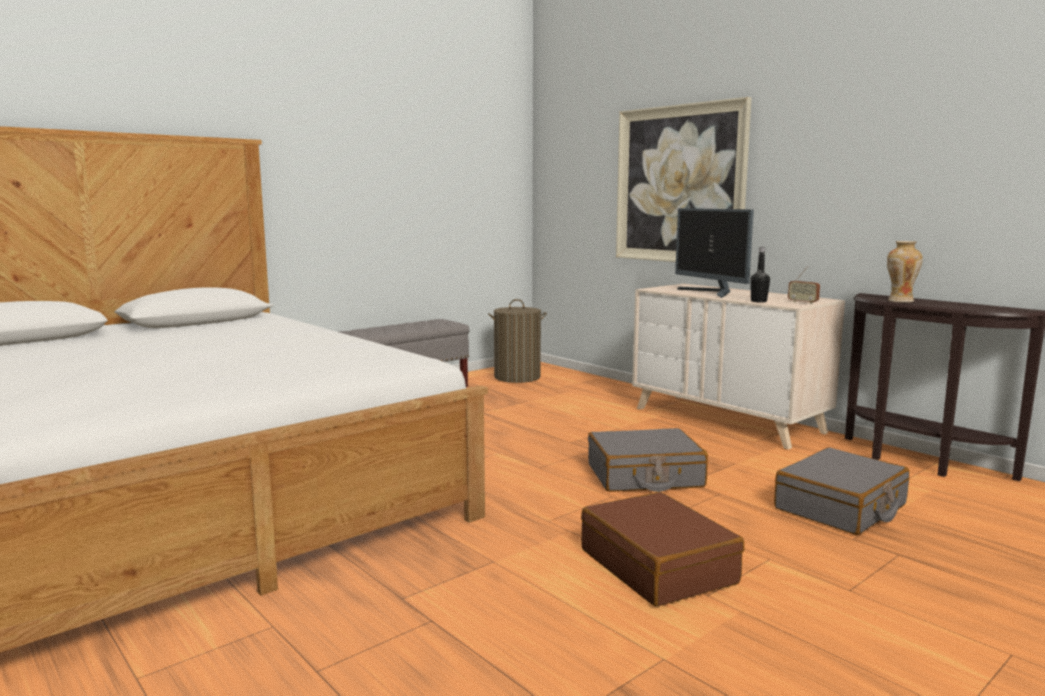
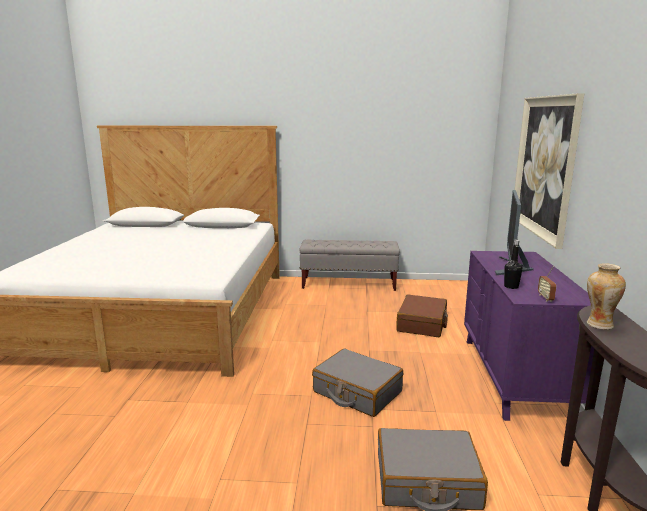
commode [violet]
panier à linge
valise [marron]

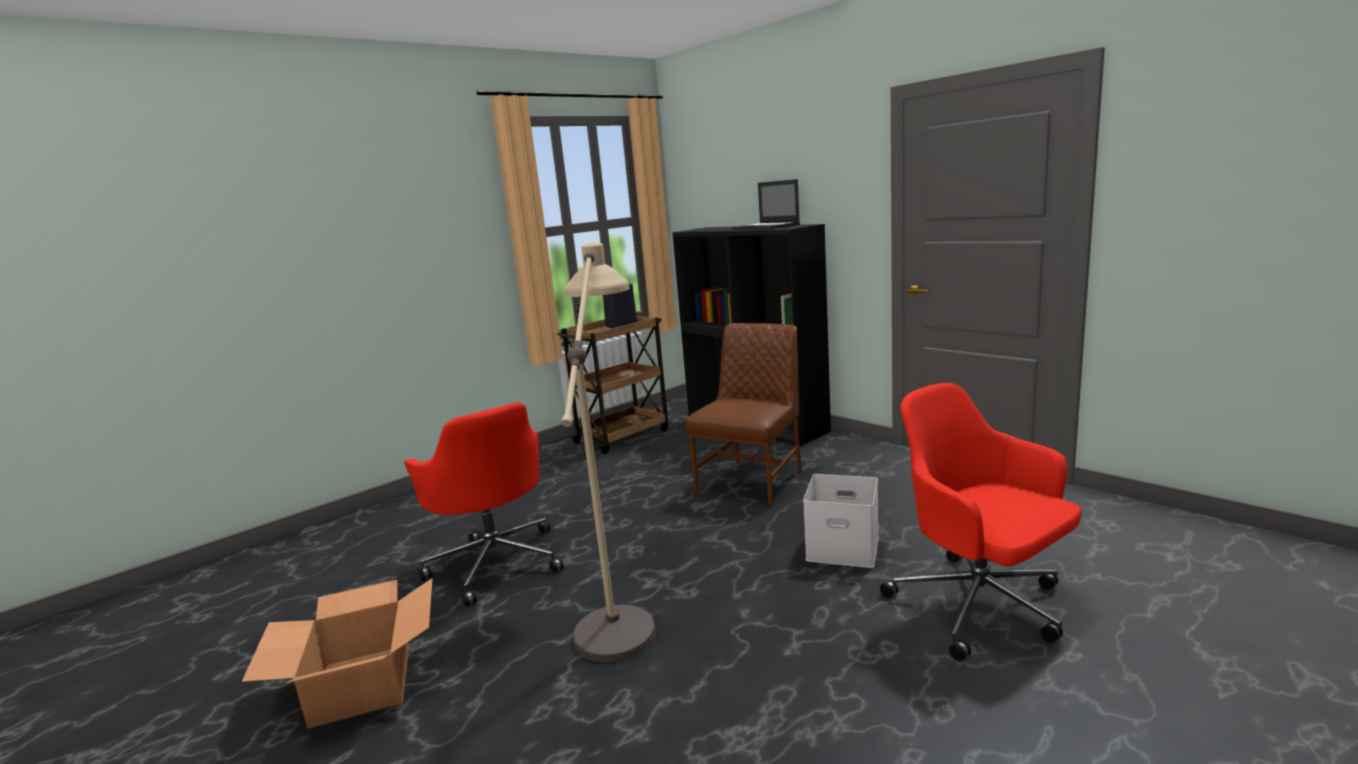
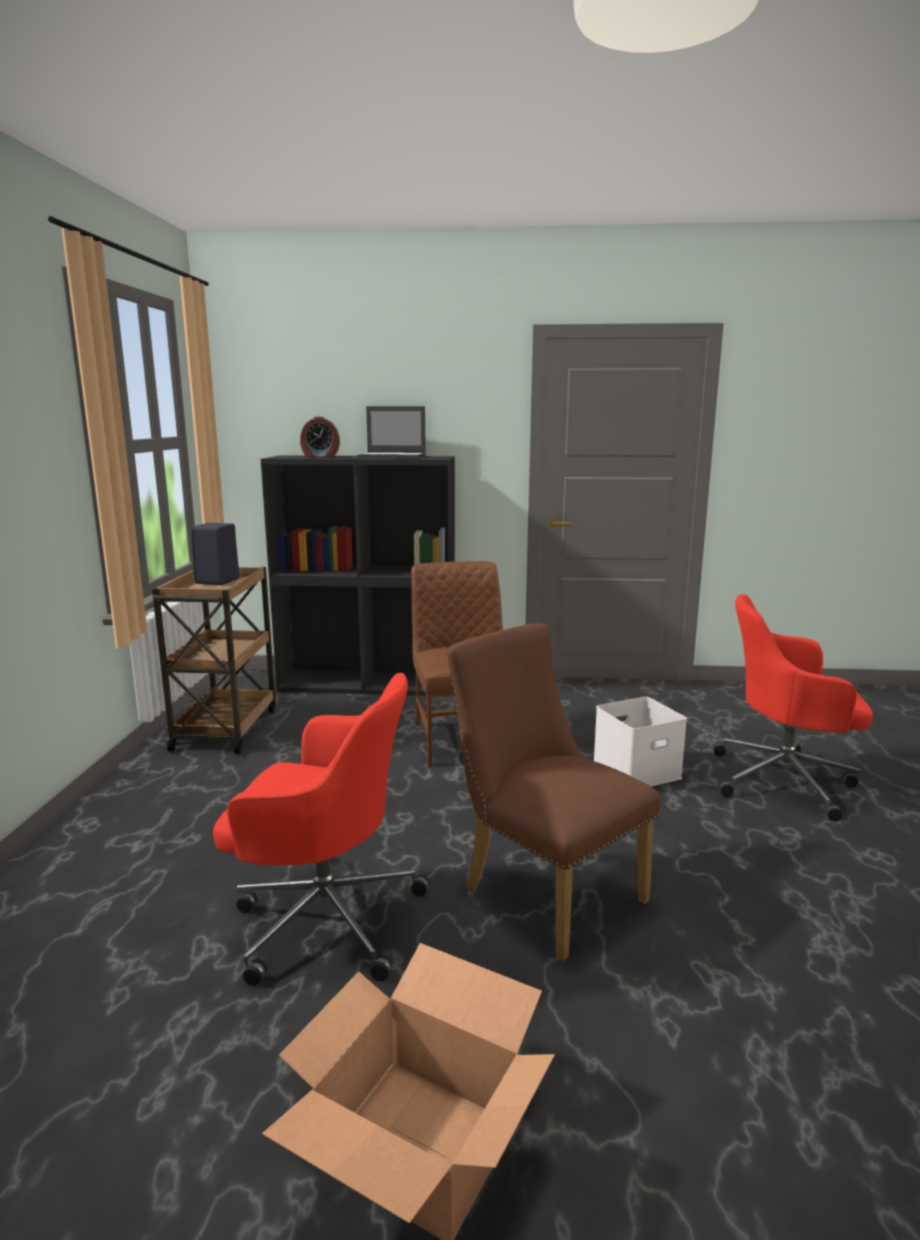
chaise [marron] (no. 2 from left)
réveil

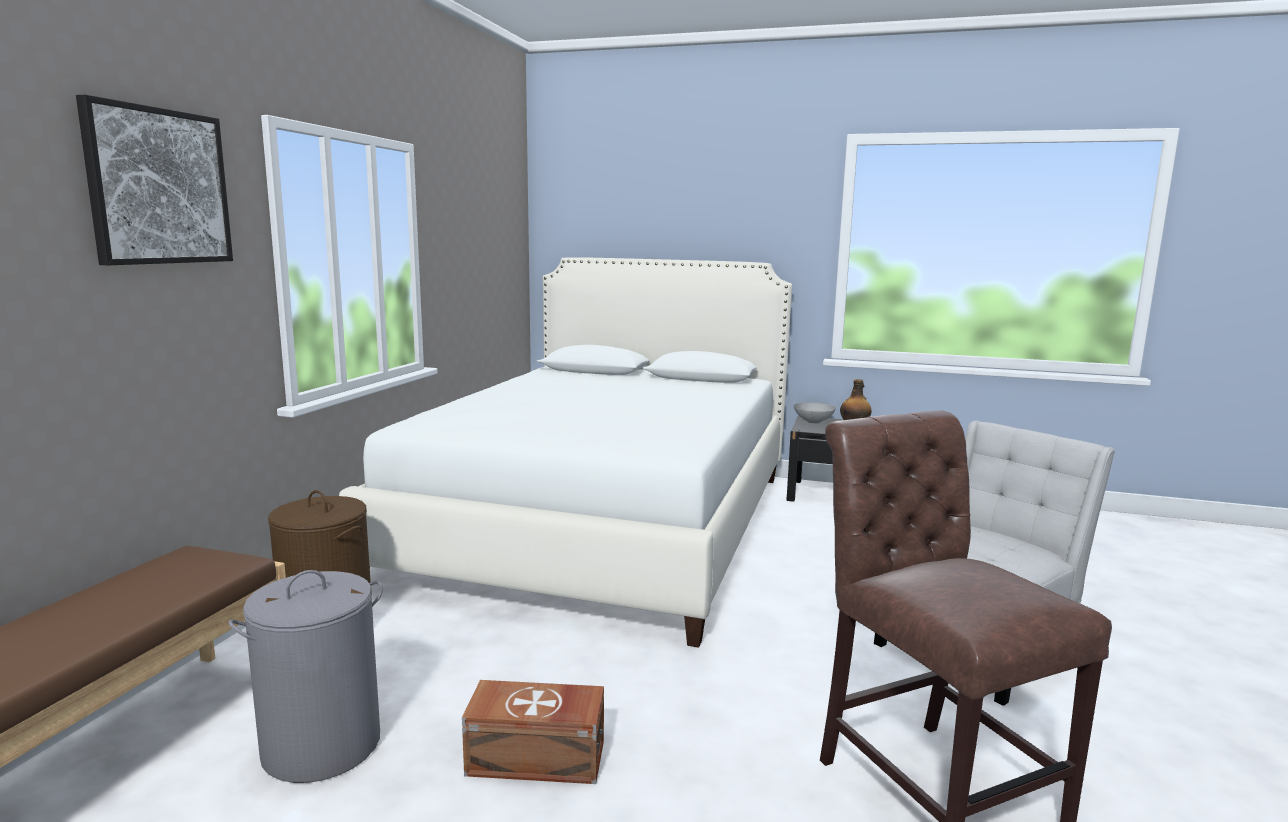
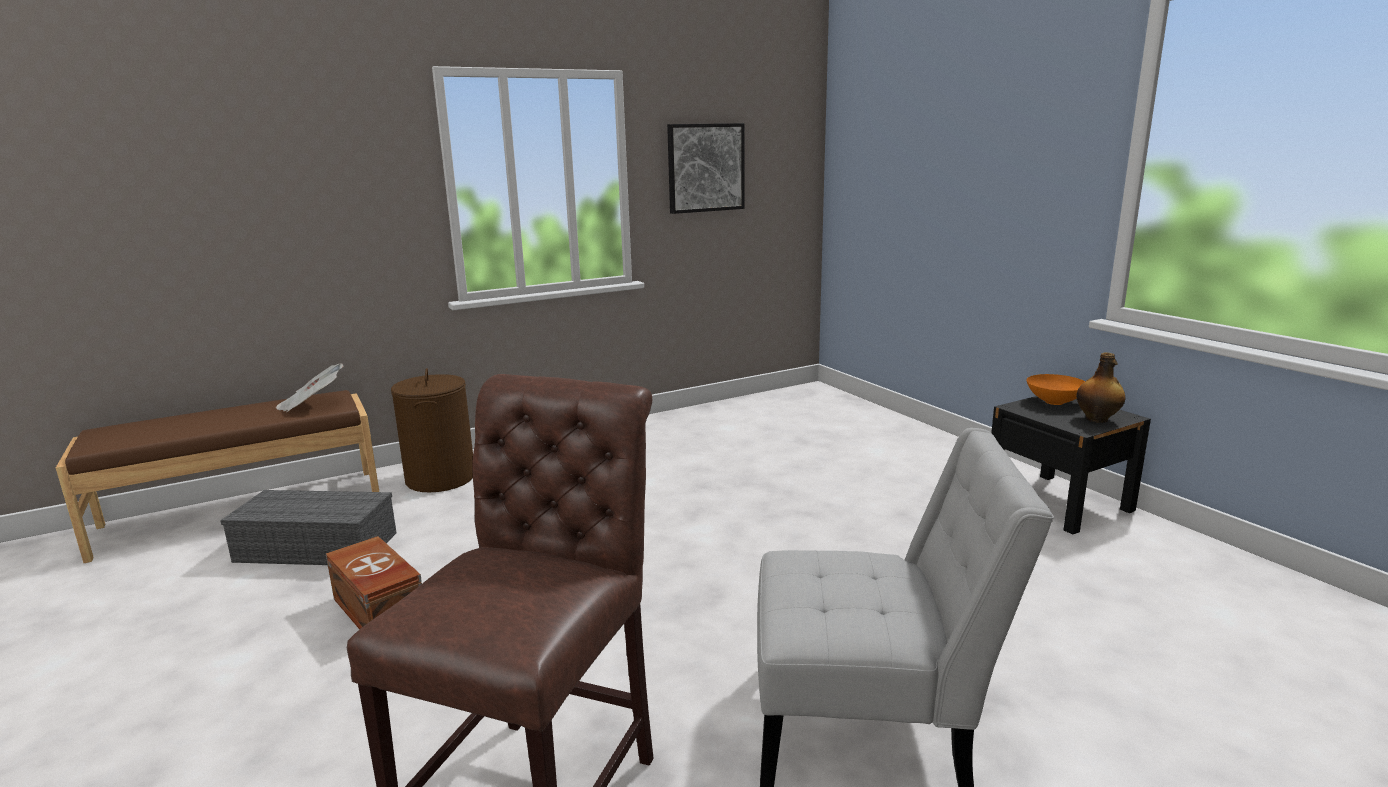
tableau
lit [blanc]
bol [orange]
boîte de rangement [gris]
journal

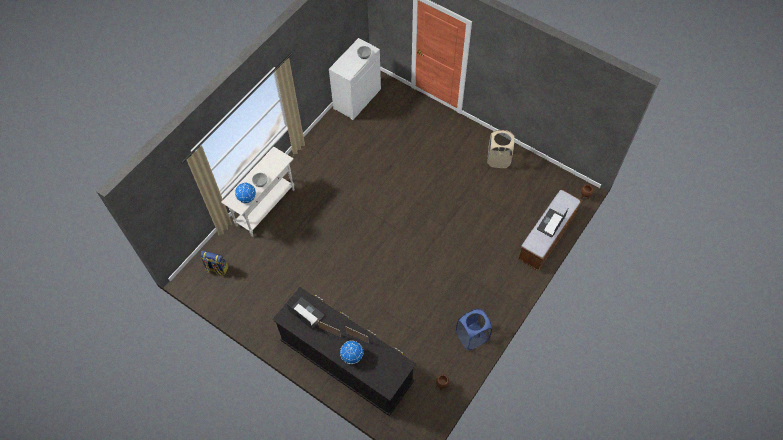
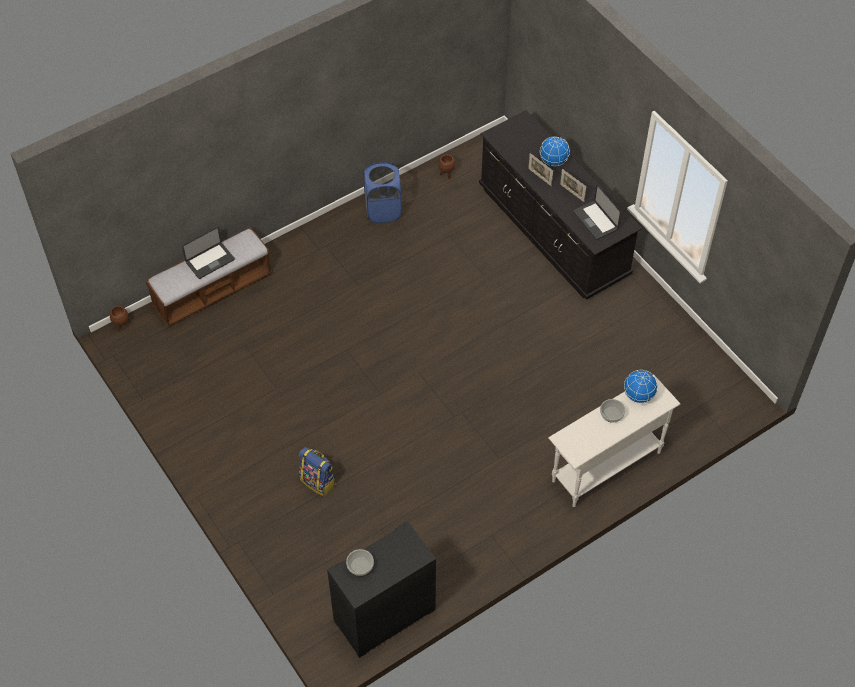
meuble de rangement [noir]
panier à linge [beige]
sac à dos

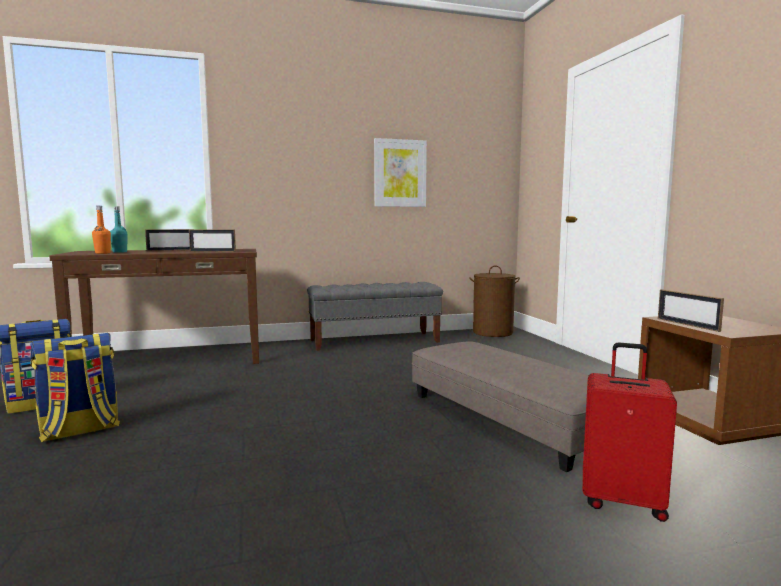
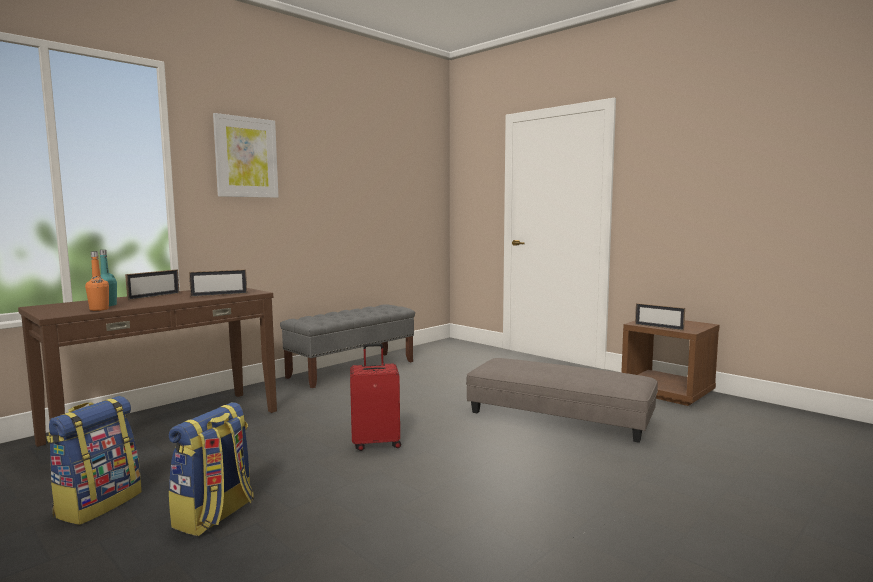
tableau
panier à linge [marron]
valise [rouge]

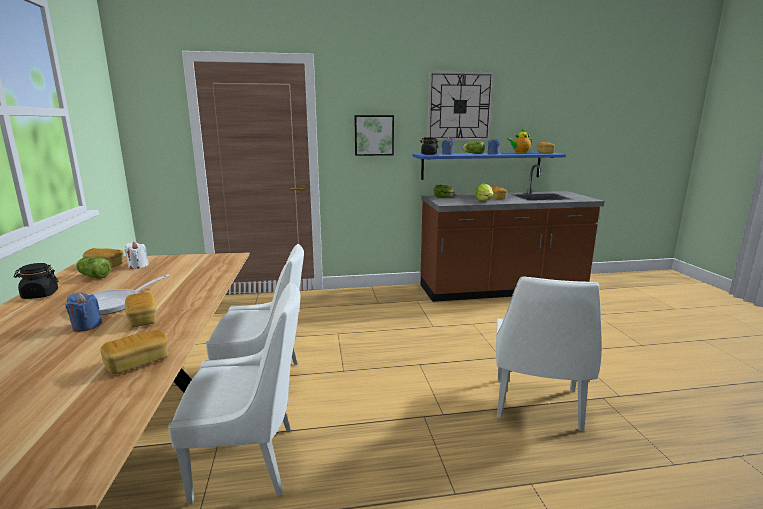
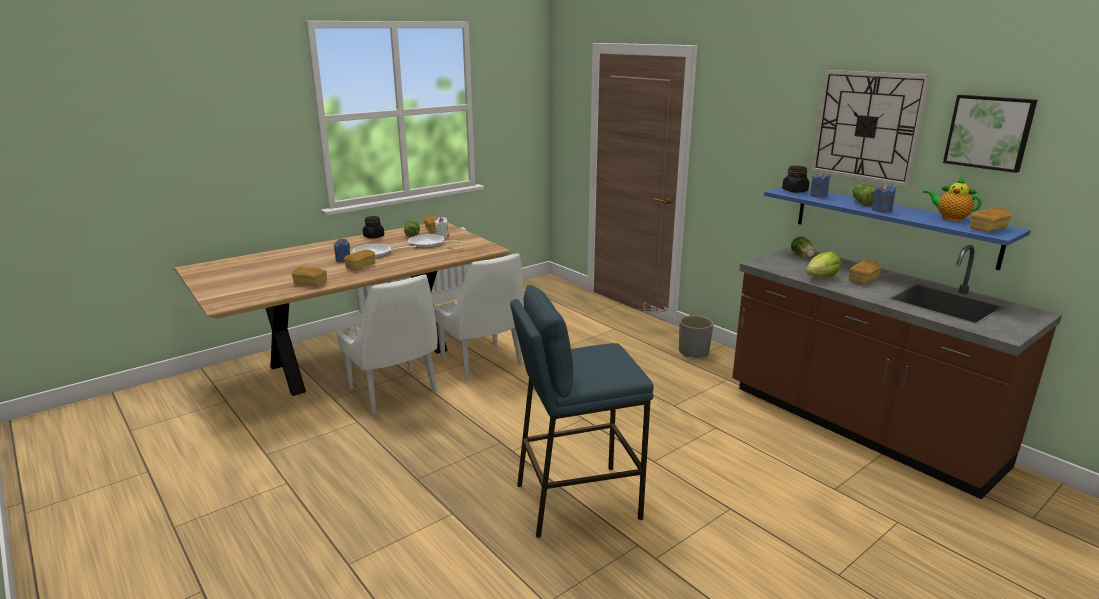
tableau
tabouret [bleu]
poêle (no. 2 from left)
cache-pot [gris]

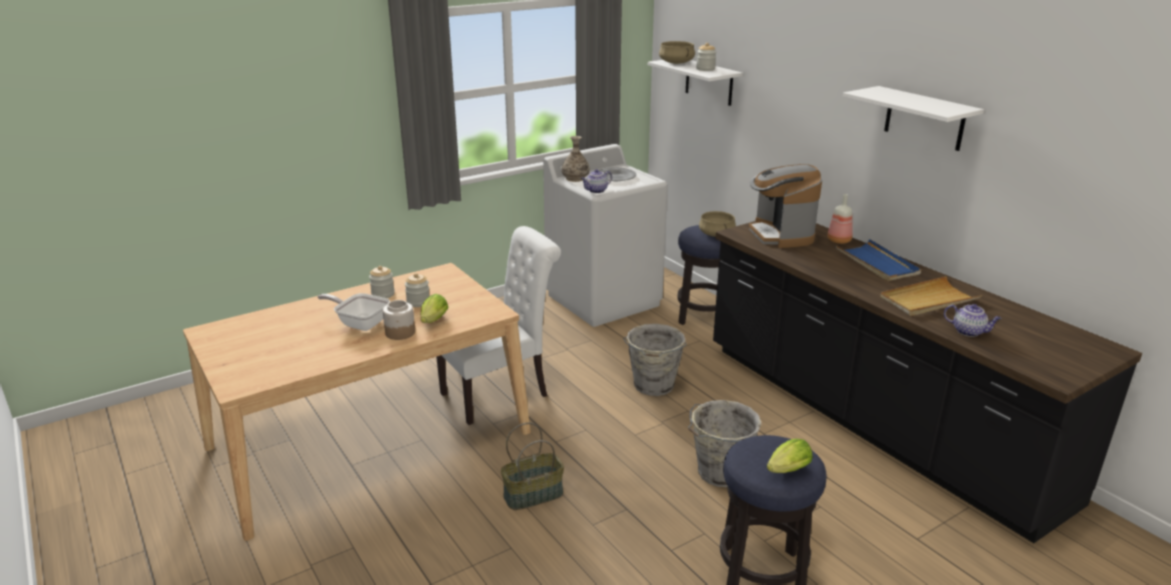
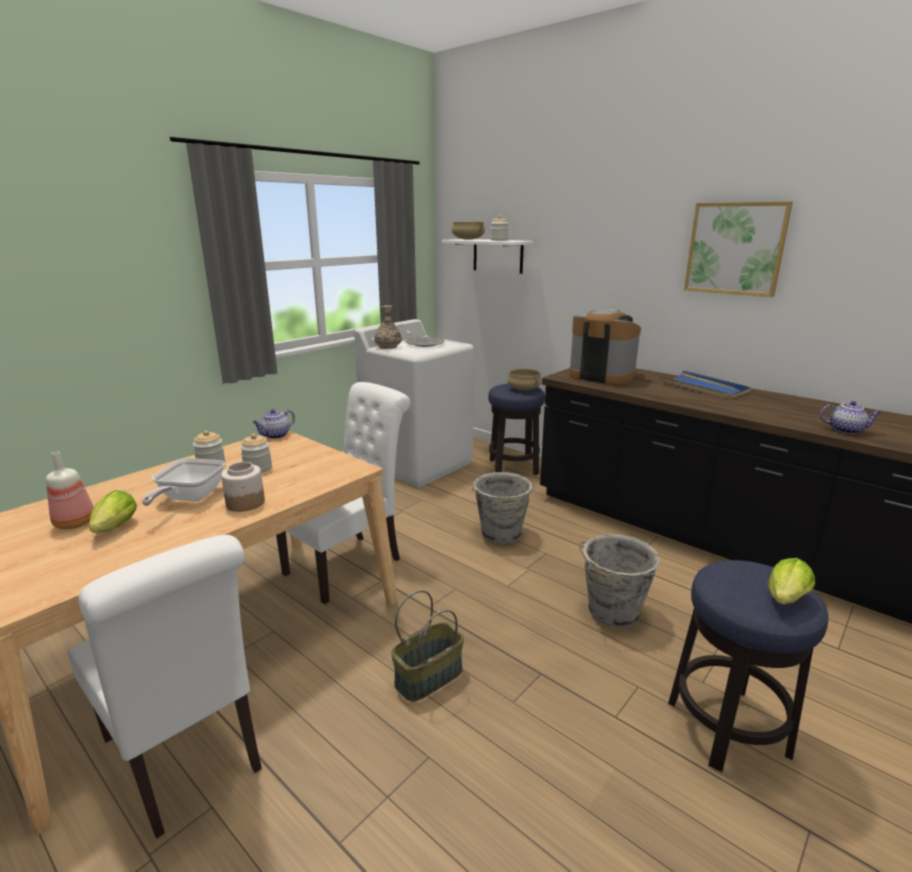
tableau
machine à café
théière (no. 1 from left)
bouteille
plateau [beige]
poêle
laitue (no. 1 from left)
chaise [blanc] (no. 1 from left)

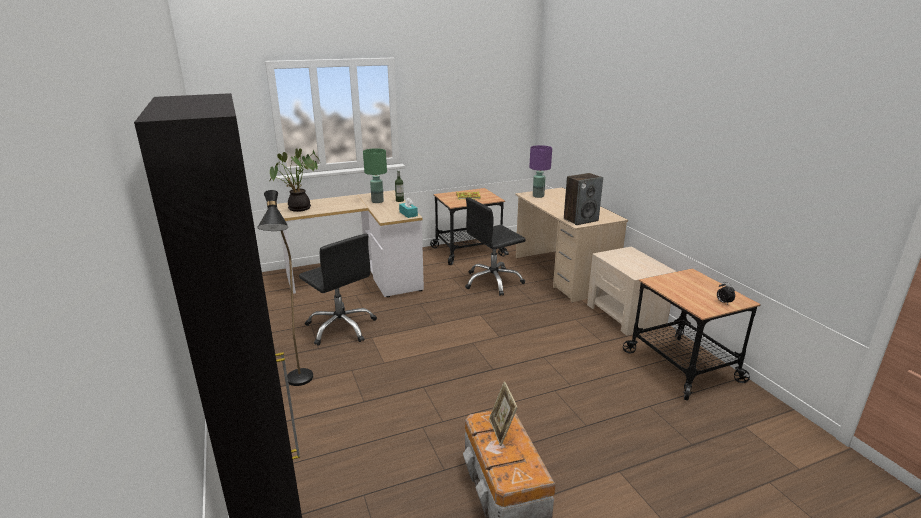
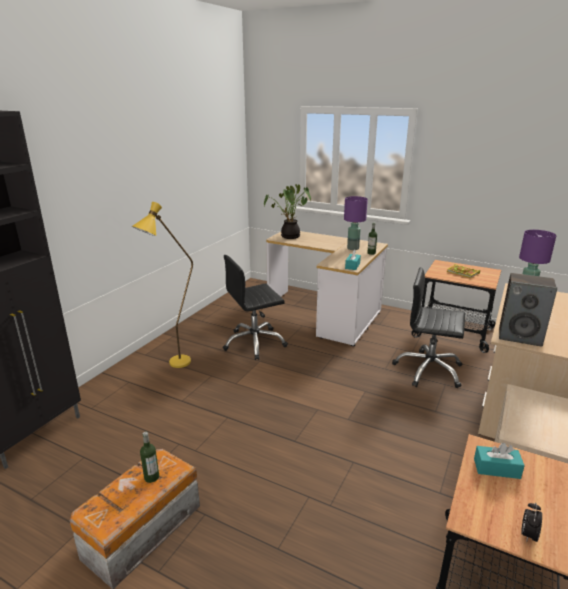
lampe de table [violet] (no. 1 from left)
lampadaire [jaune]
chaise de bureau [noir] (no. 1 from left)
bouteille (no. 1 from left)
boîte à mouchoirs [turquoise] (no. 2 from left)

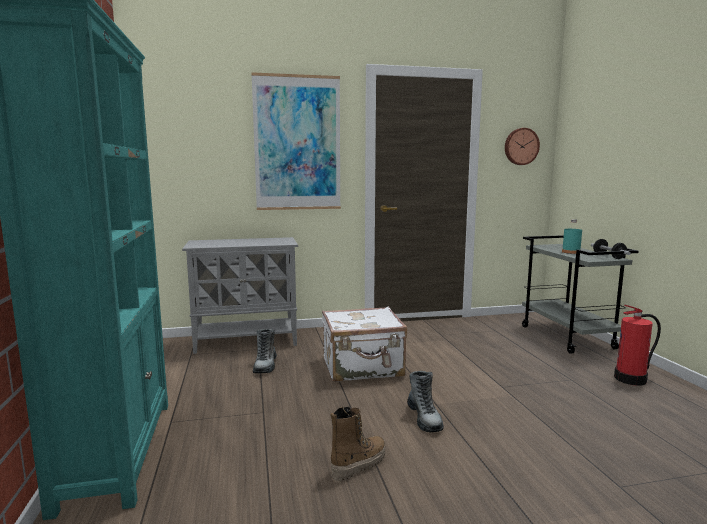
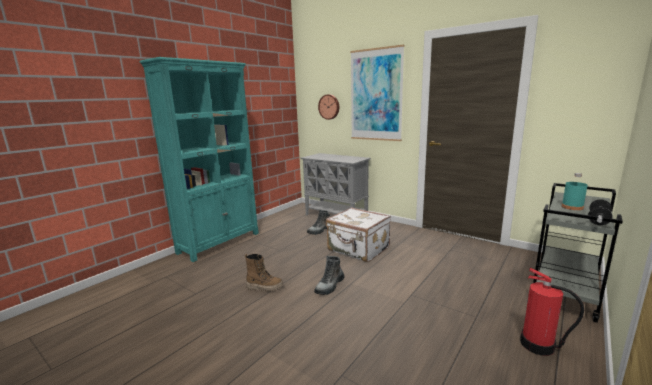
horloge murale

